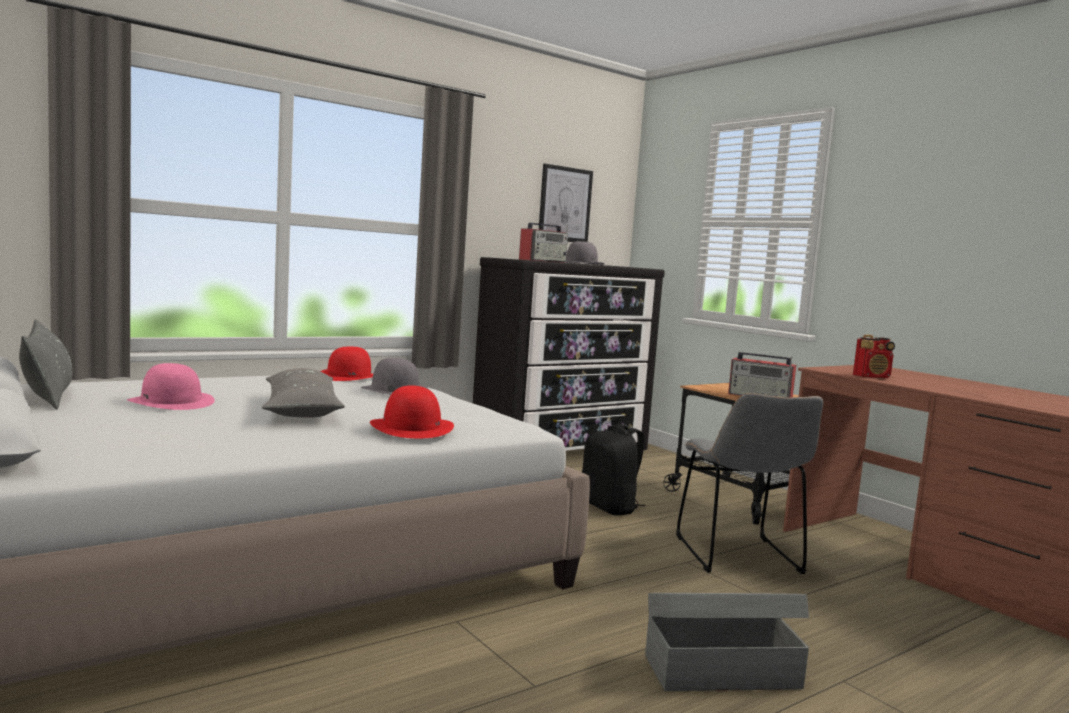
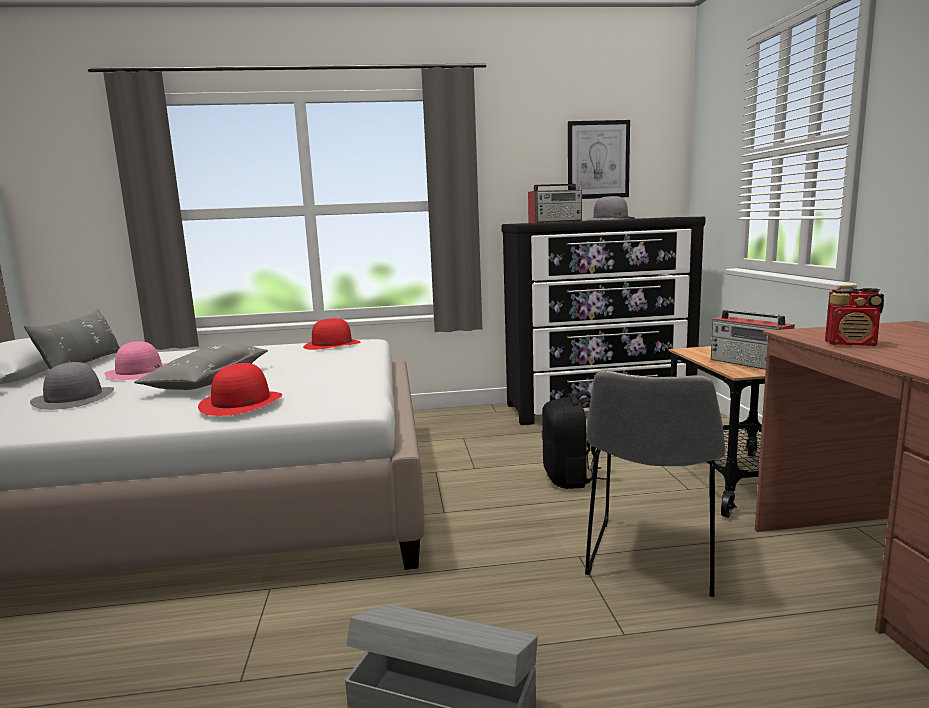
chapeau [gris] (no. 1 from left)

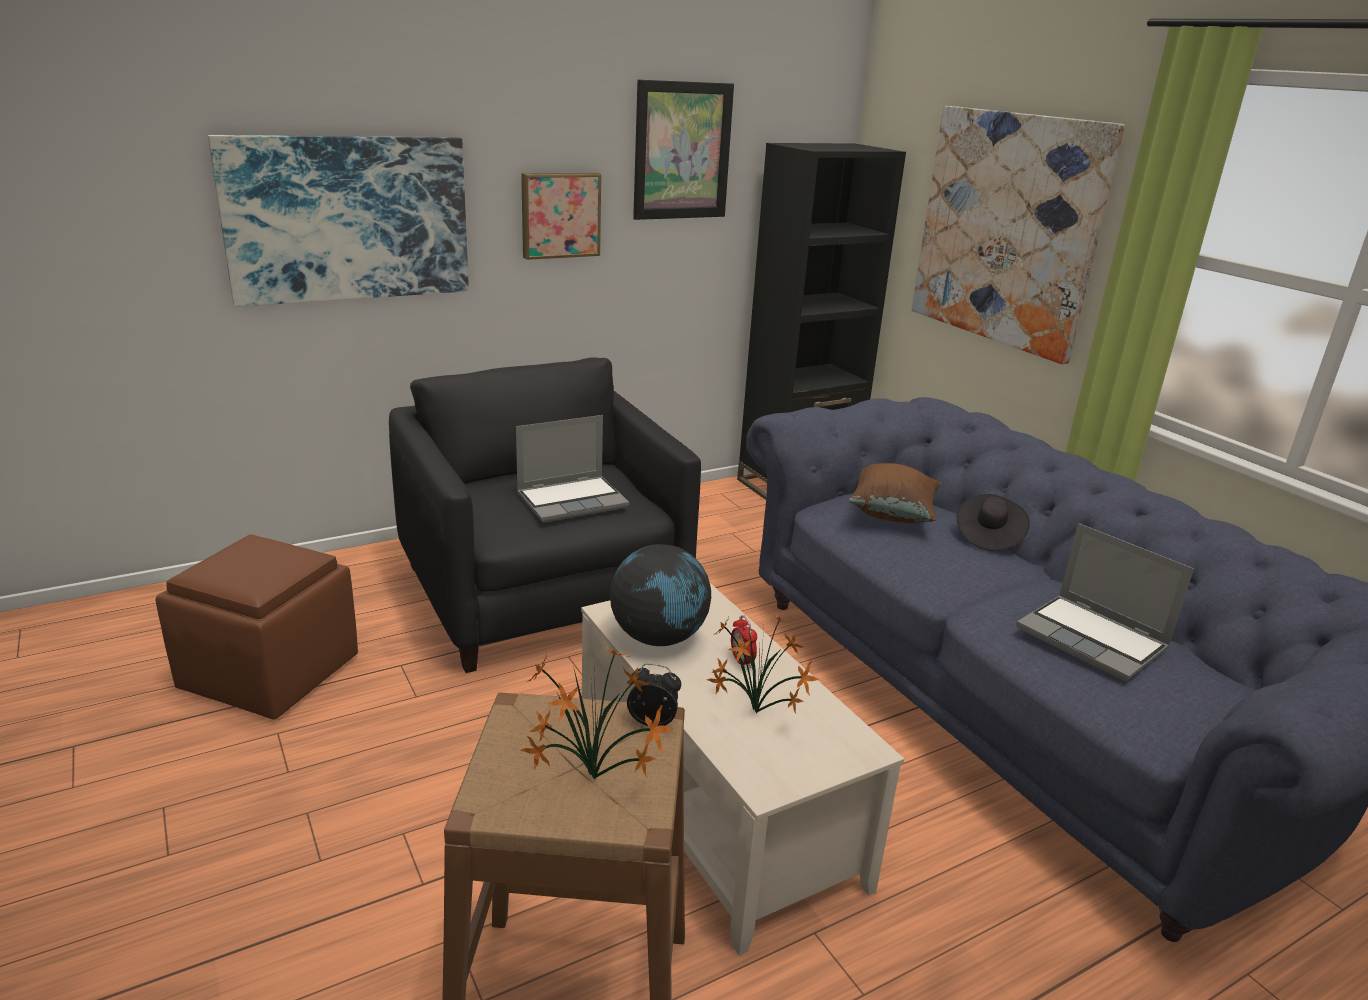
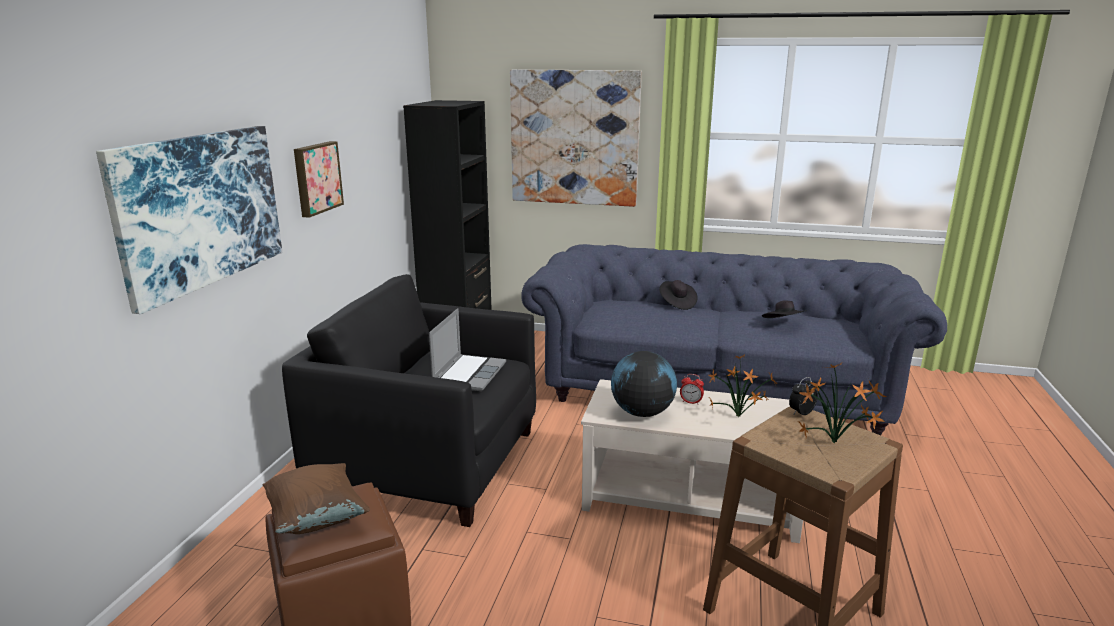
tableau (no. 3 from left in the first image)
coussin [marron]
chapeau [noir] (no. 2 from left)

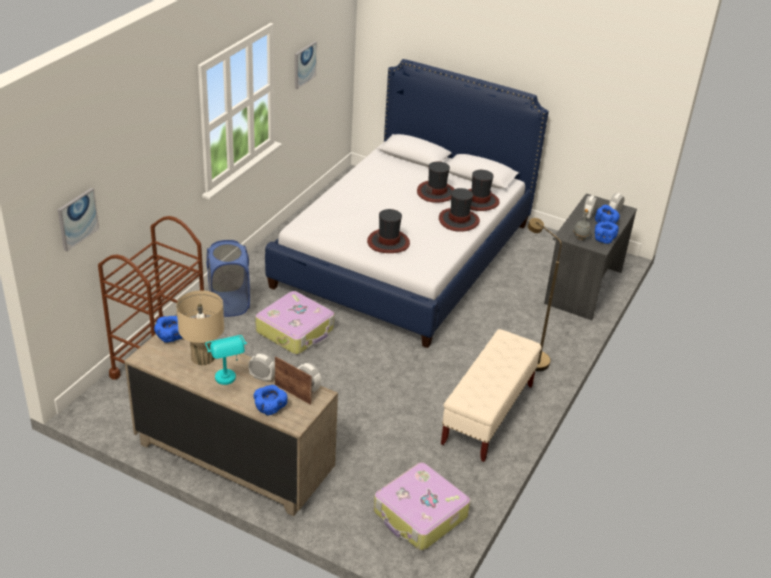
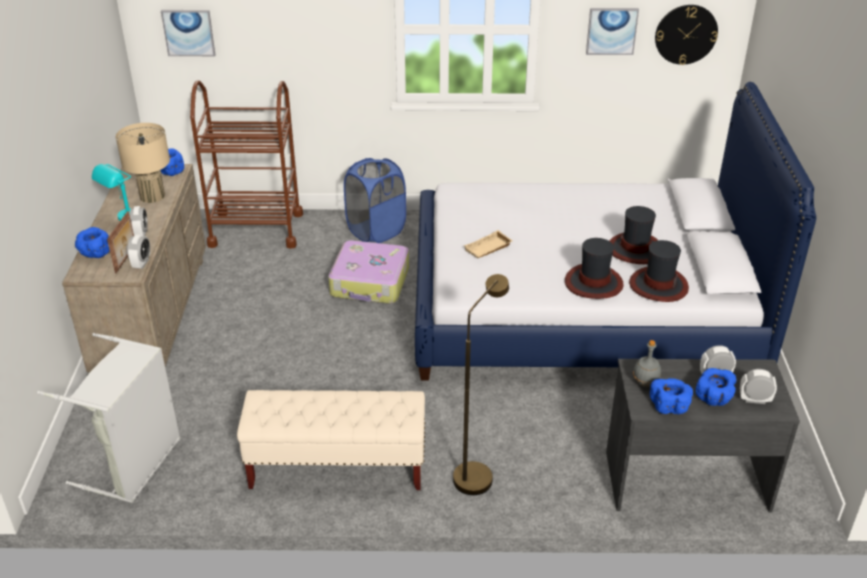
plateau [beige]
panier à linge [gris]
horloge murale

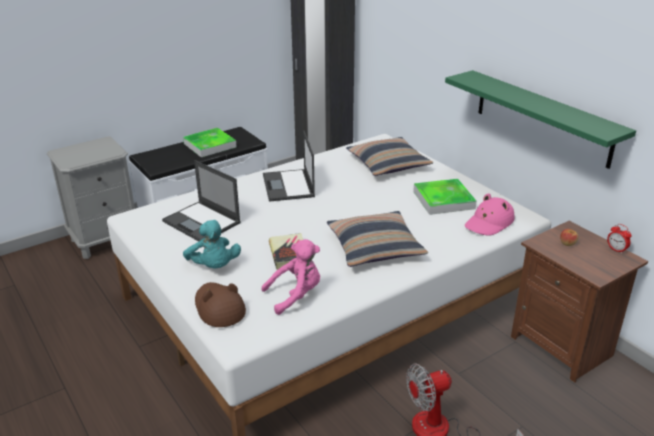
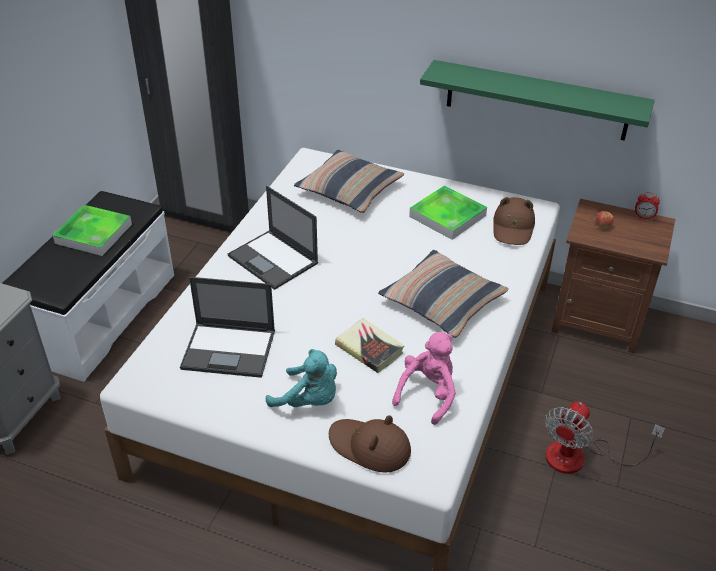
chapeau [marron] (no. 2 from left)

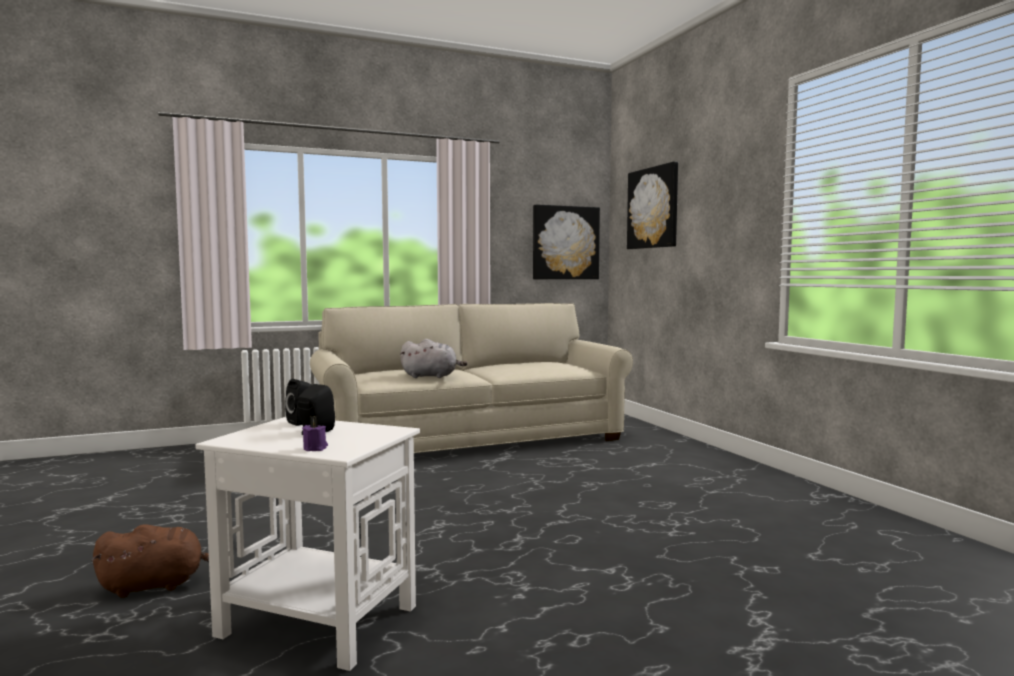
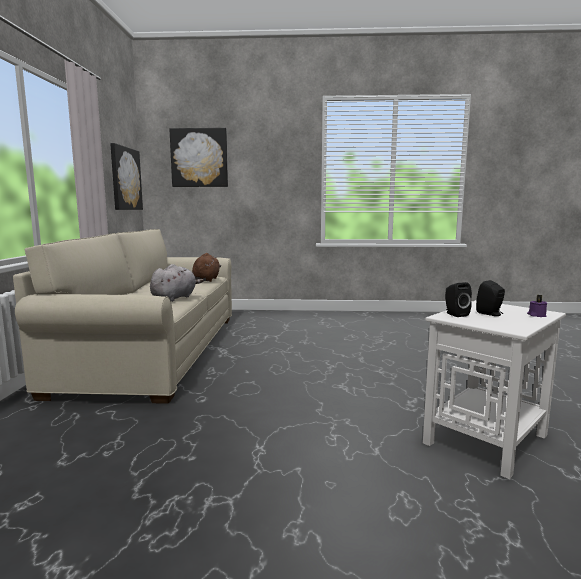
peluche [marron]

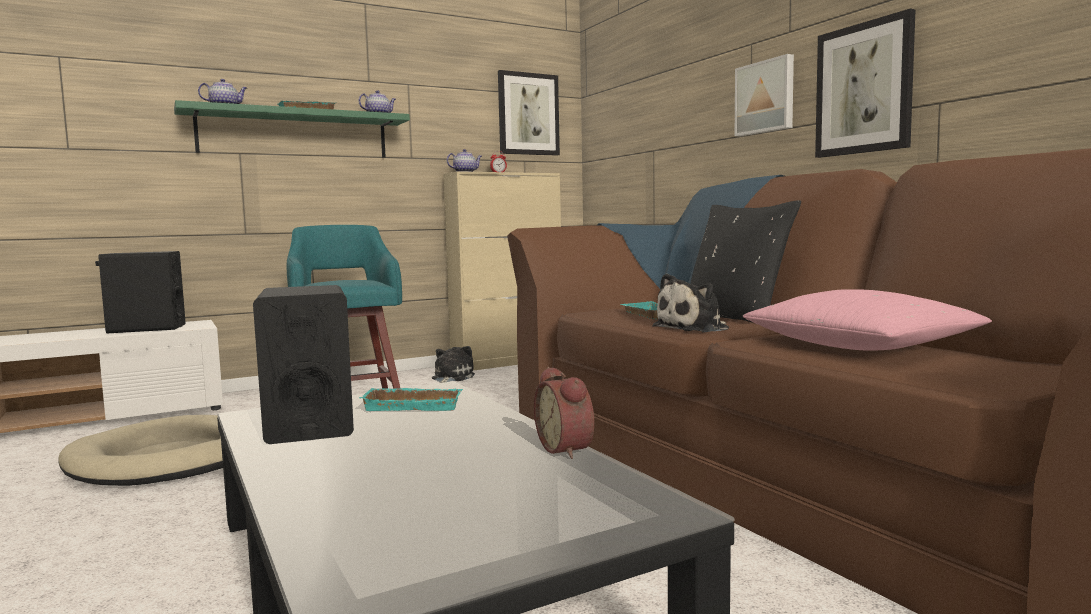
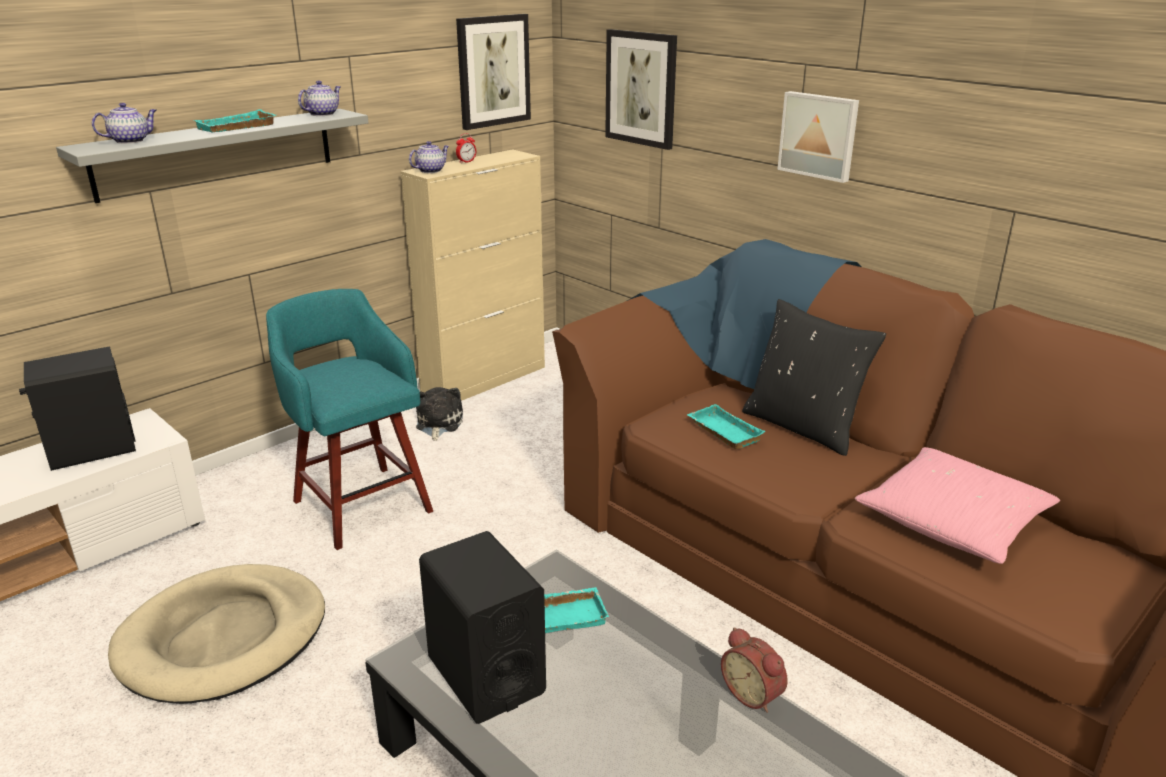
tableau (no. 2 from left)
étagère [gris]
peluche (no. 2 from left in the first image)

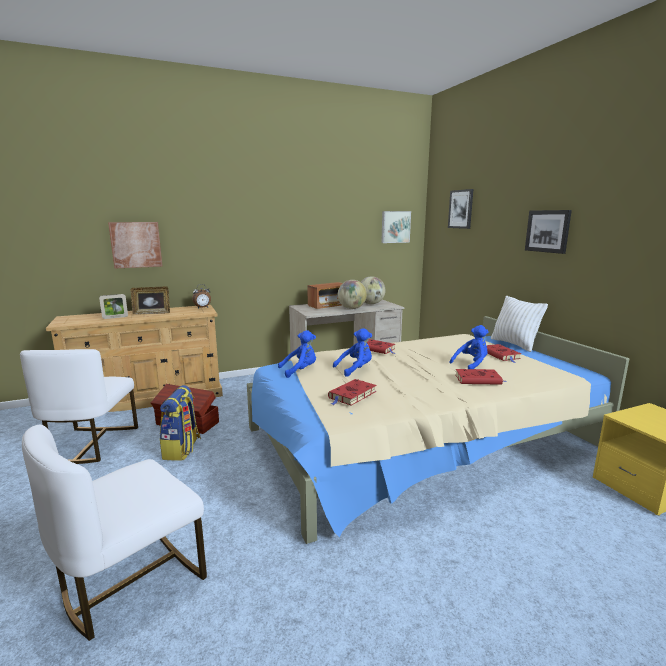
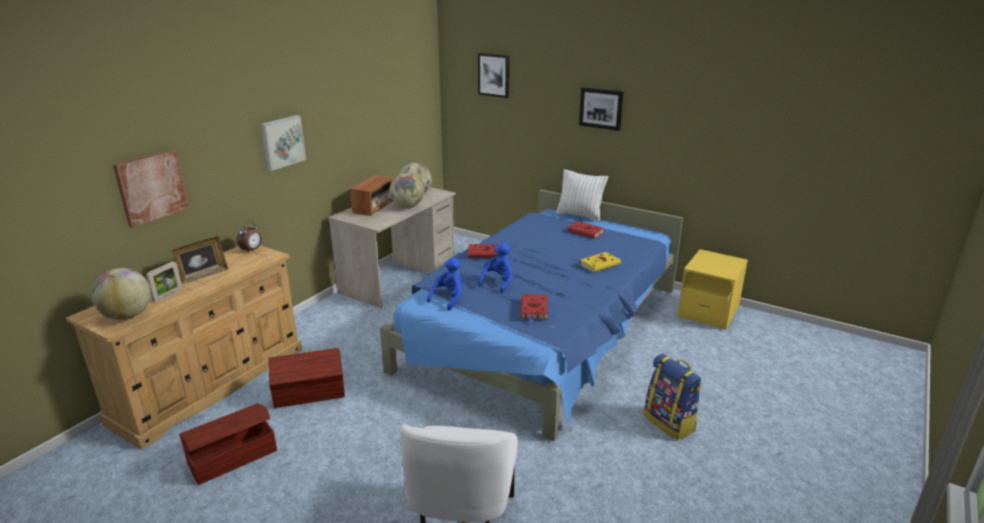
tableau (no. 2 from left)
lit [bleu]
peluche [bleu] (no. 3 from left in the first image)
boîte de rangement [marron] (no. 1 from left)
livre [jaune]
sac à dos
globe (no. 1 from left)

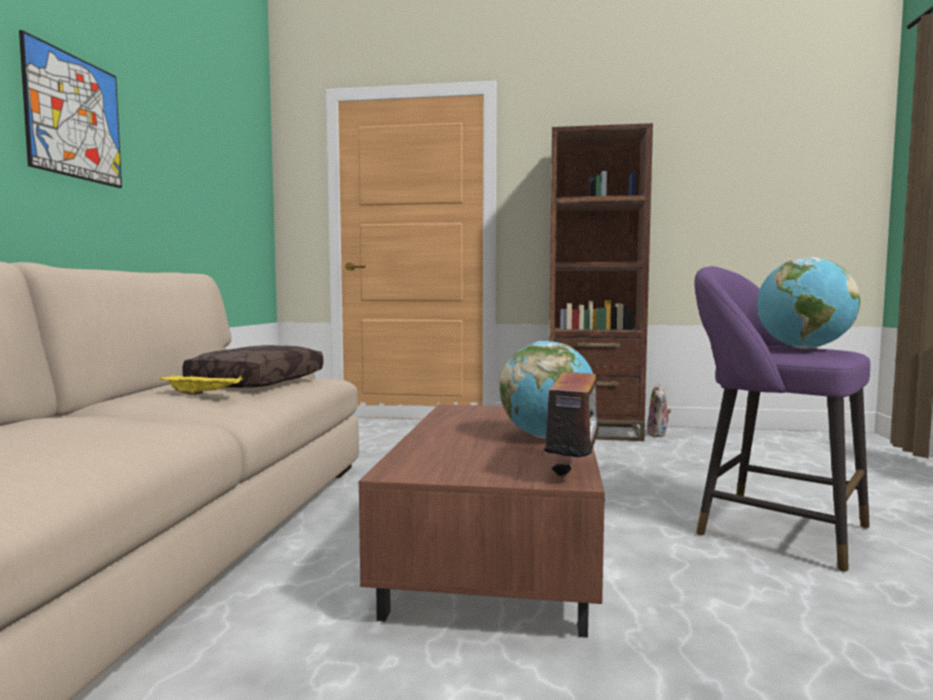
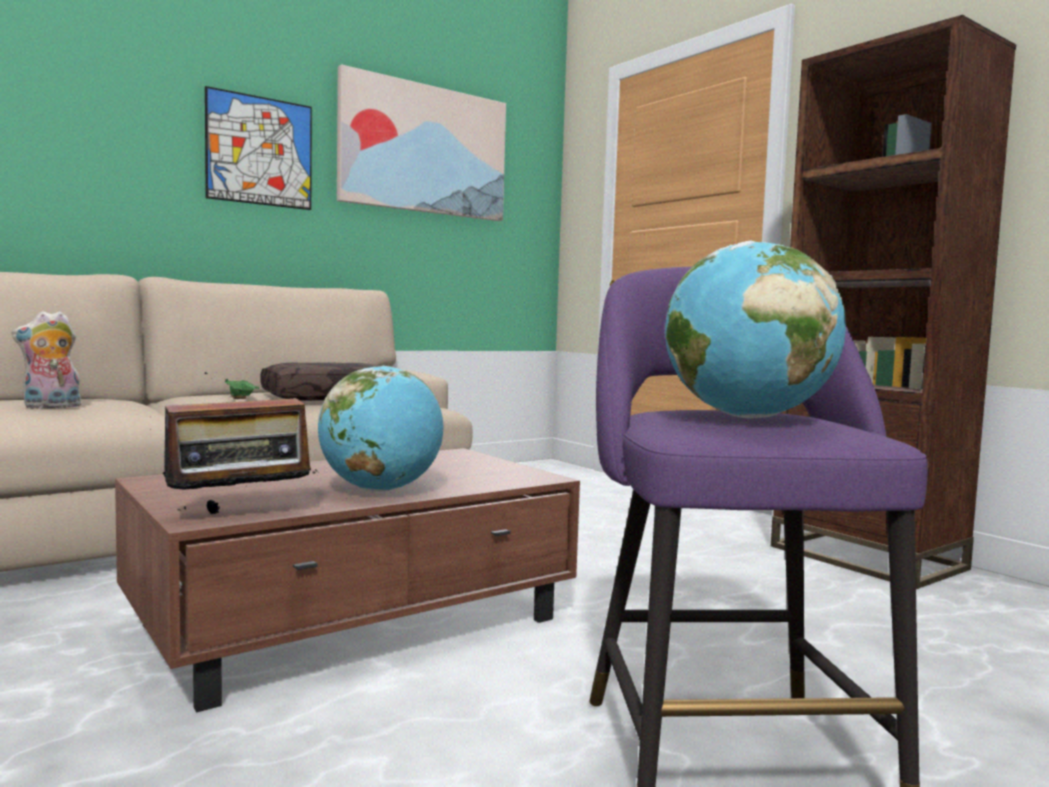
plateau [vert]
peluche
tableau (no. 2 from left)

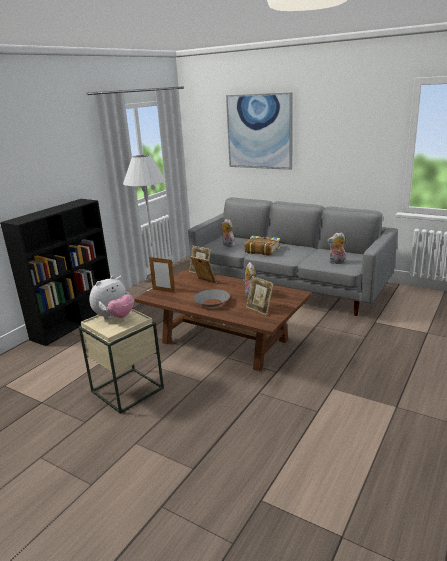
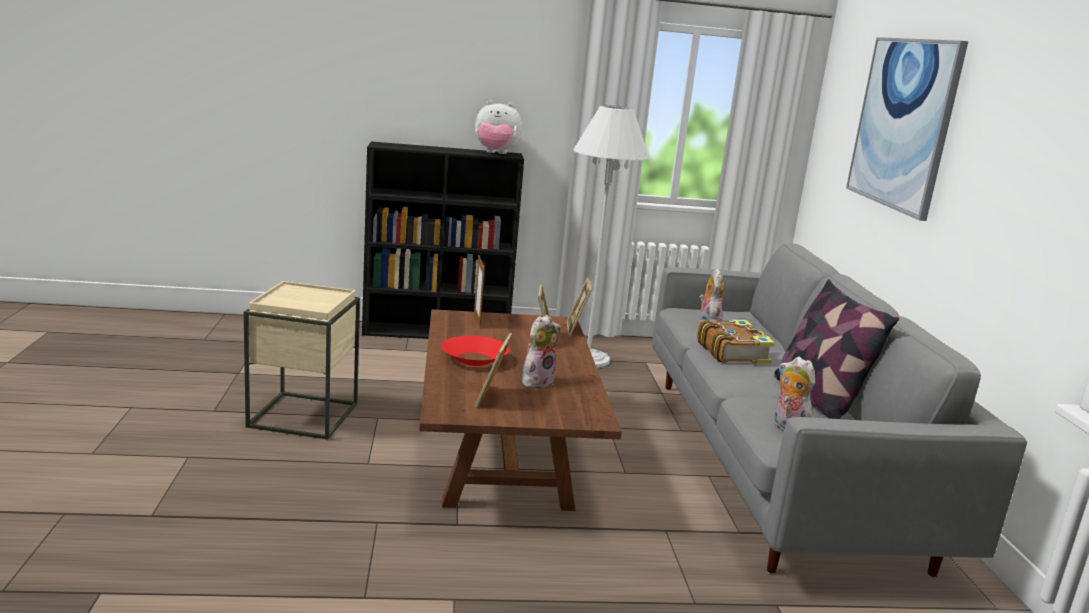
peluche (no. 1 from left)
bol [rouge]
coussin

